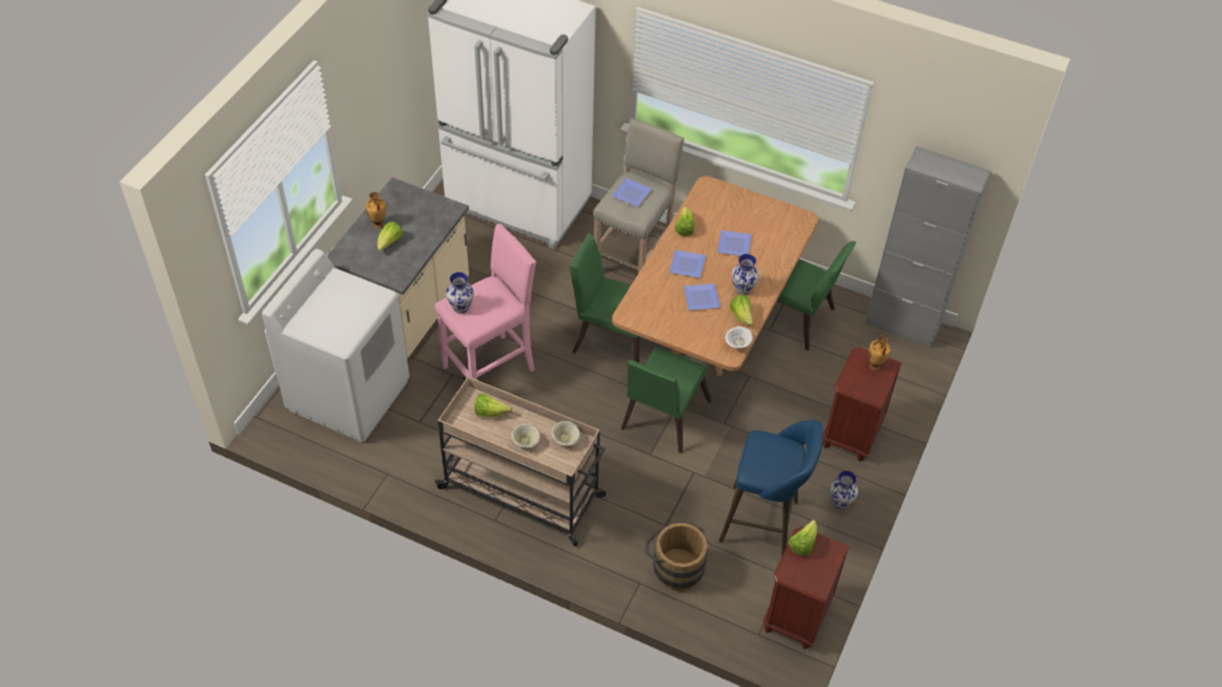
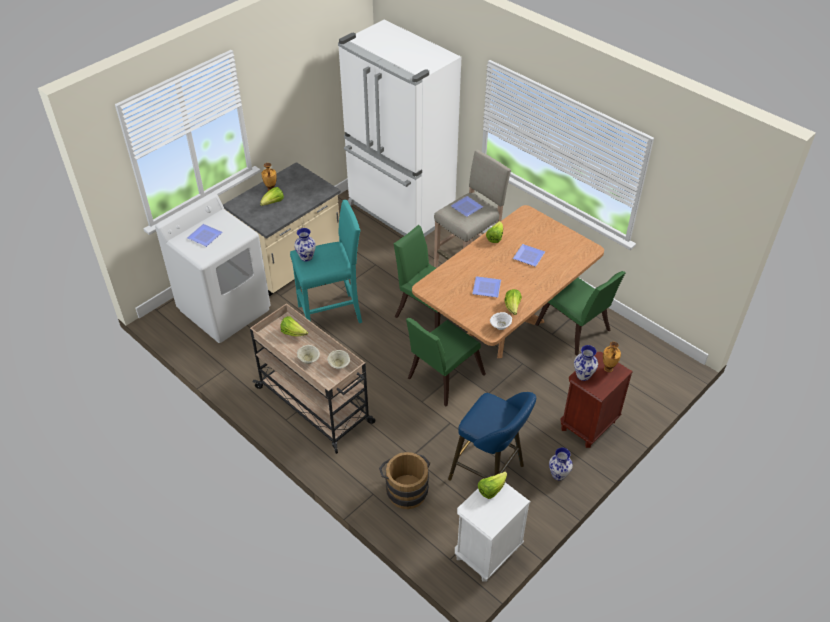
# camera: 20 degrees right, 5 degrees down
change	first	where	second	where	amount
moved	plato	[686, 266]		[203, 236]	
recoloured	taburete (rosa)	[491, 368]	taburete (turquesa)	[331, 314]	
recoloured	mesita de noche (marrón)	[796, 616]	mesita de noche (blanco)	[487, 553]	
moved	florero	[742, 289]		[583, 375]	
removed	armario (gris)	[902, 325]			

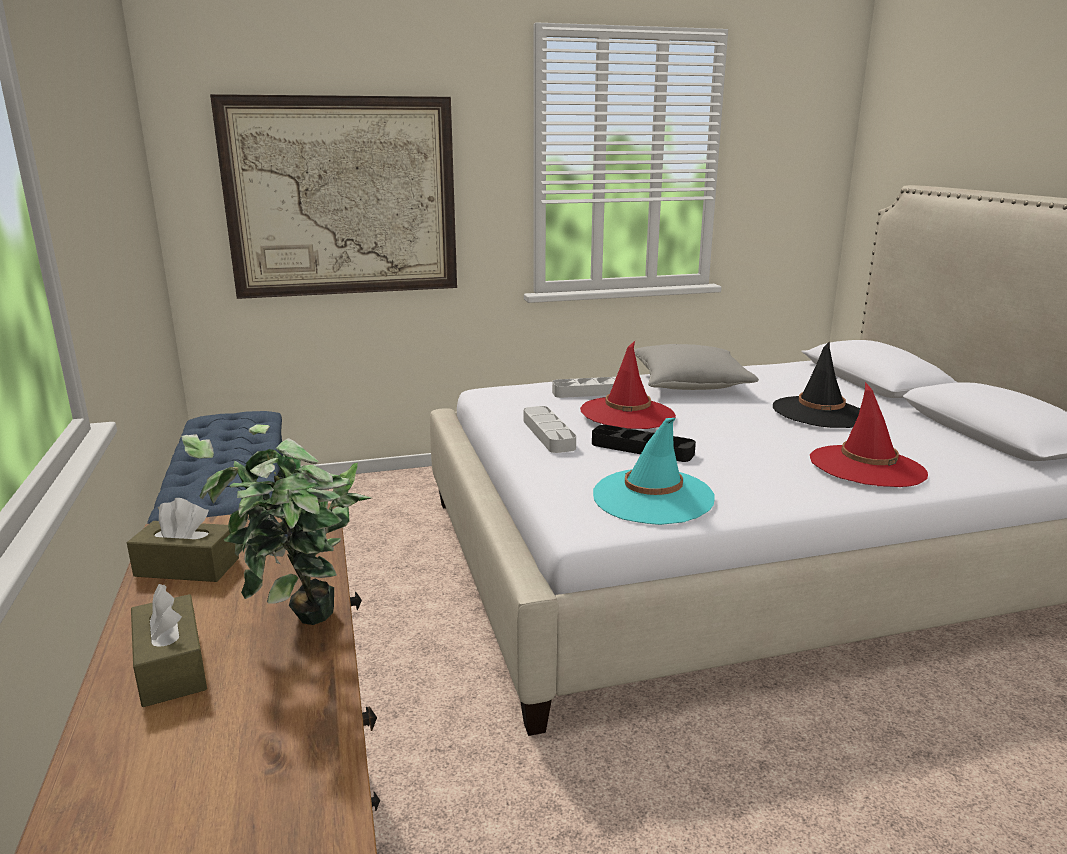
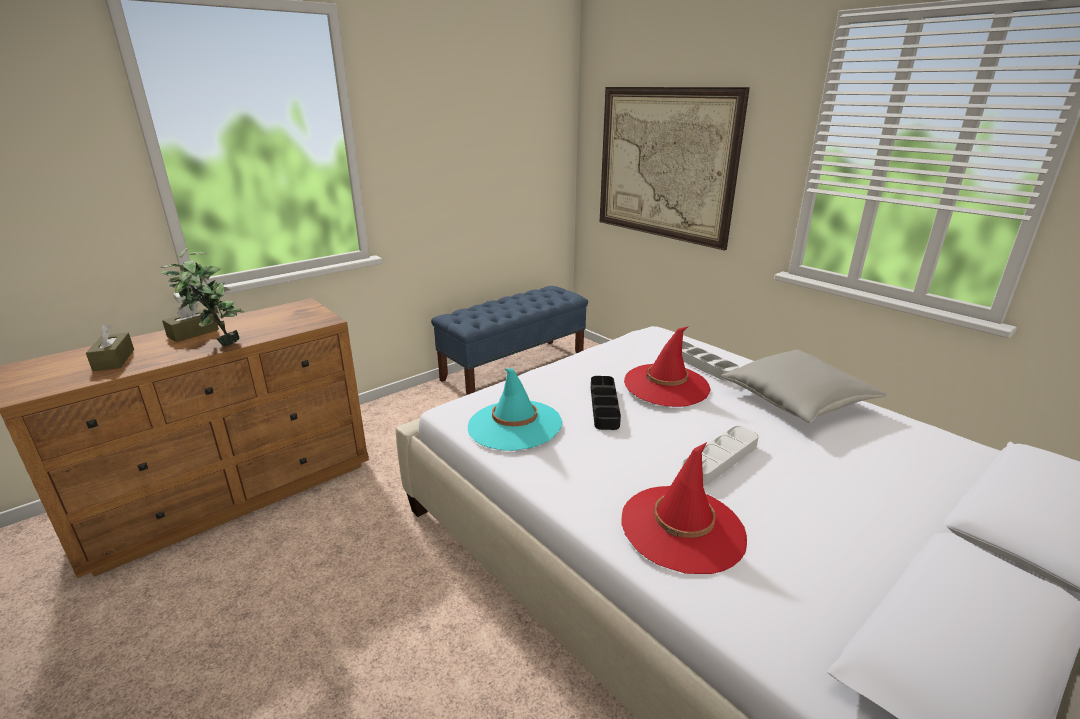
# camera: 65 degrees right, 5 degrees up
change	first	where	second	where	amount
moved	caja de pañuelos (marrón)	[187, 567]		[114, 360]	
moved	bandeja (gris)	[548, 434]		[720, 459]	
removed	sombrero (negro)	[820, 413]			

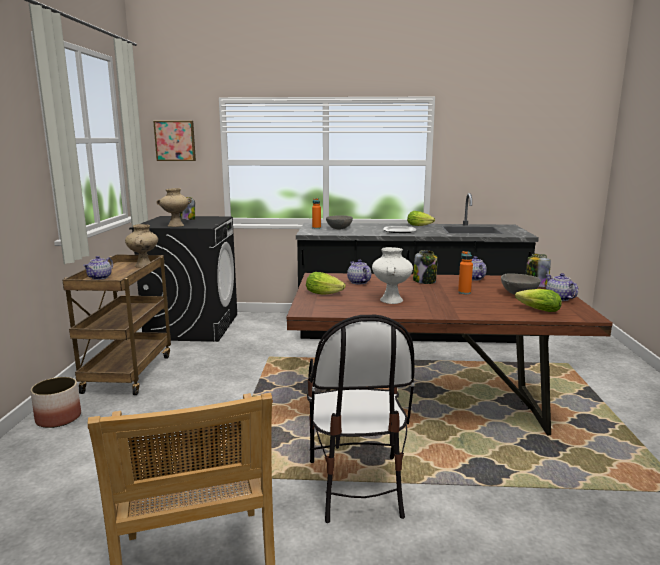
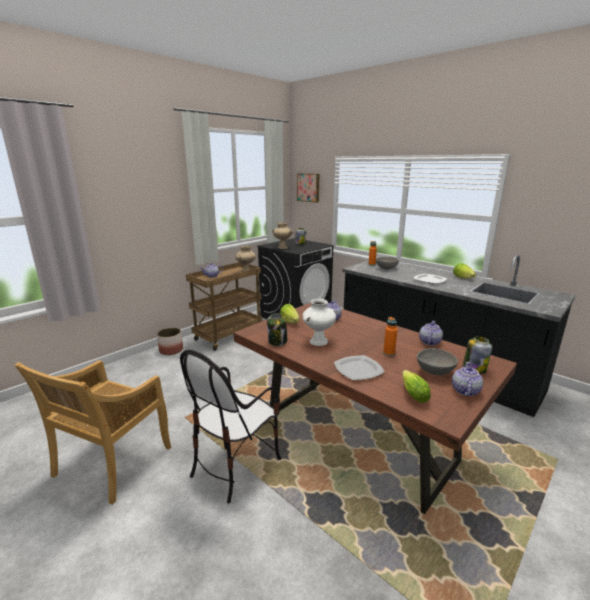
# camera: 40 degrees right, 5 degrees up
change	first	where	second	where	amount
moved	tarro	[424, 281]		[277, 341]	
added			plato	[359, 369]	

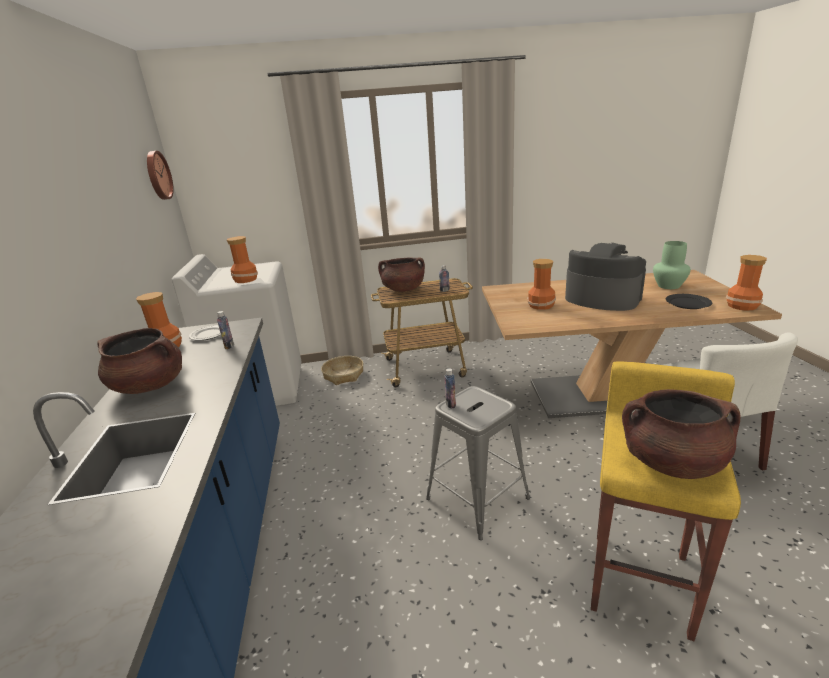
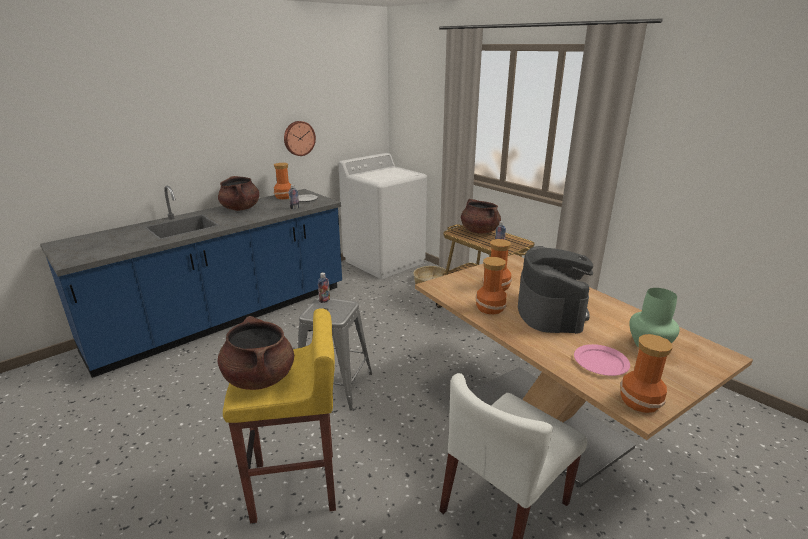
# camera: 55 degrees right, 0 degrees up
change	first	where	second	where	amount
moved	reloj de pared	[157, 175]		[298, 138]	
moved	florero	[245, 280]		[489, 308]	
recoloured	plato (negro)	[688, 303]	plato (rosa)	[601, 362]	

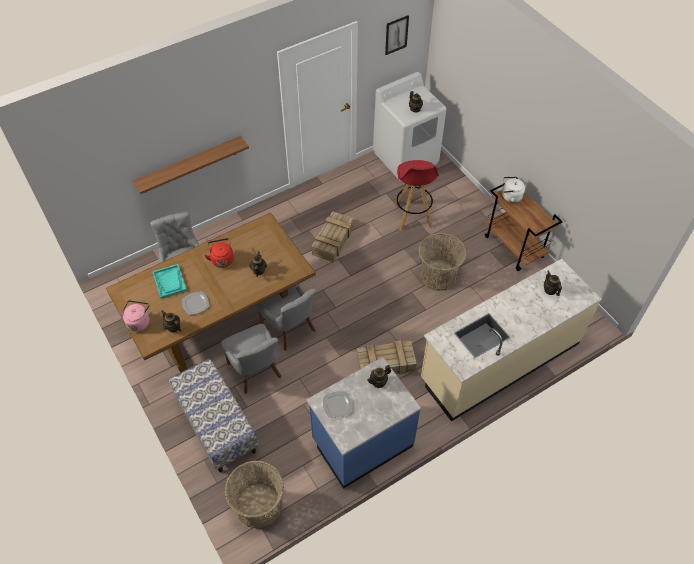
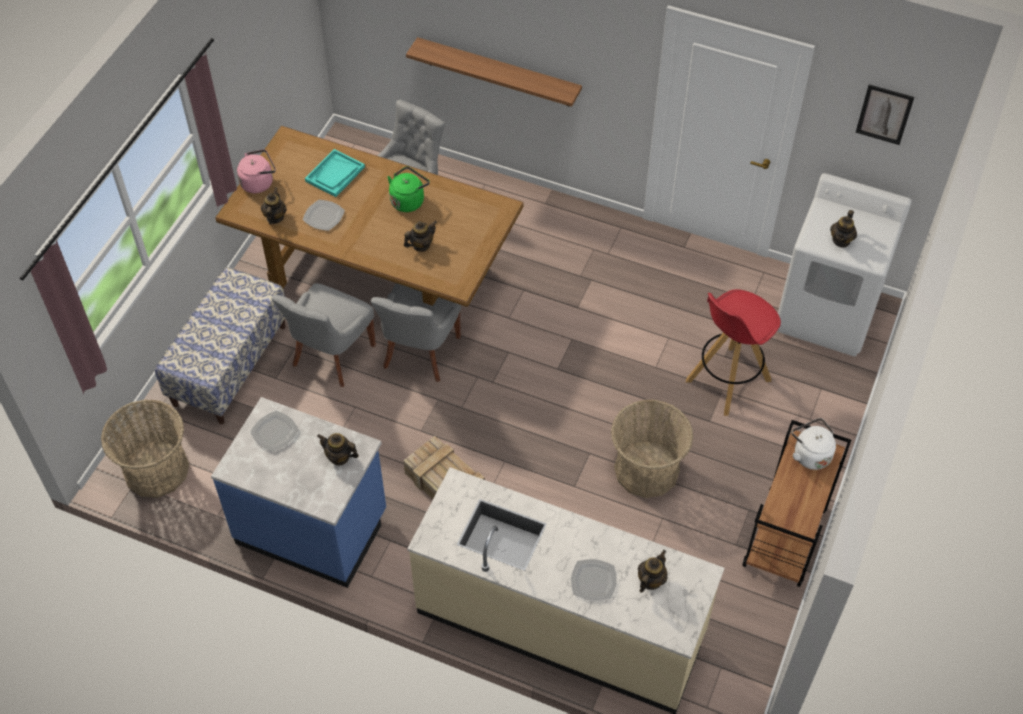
# camera: 55 degrees right, 0 degrees up
change	first	where	second	where	amount
recoloured	hervidor (rojo)	[222, 259]	hervidor (verde)	[408, 200]	
added			plato	[594, 580]	
removed	caja de embalaje	[333, 240]			

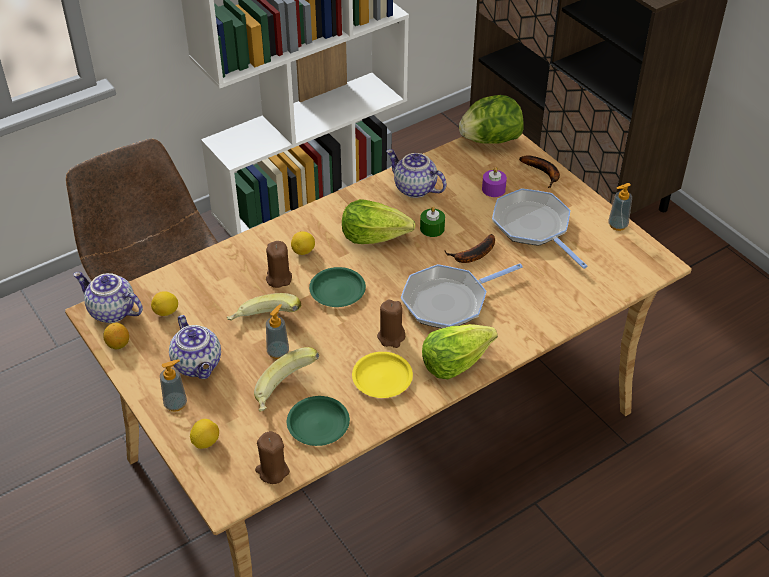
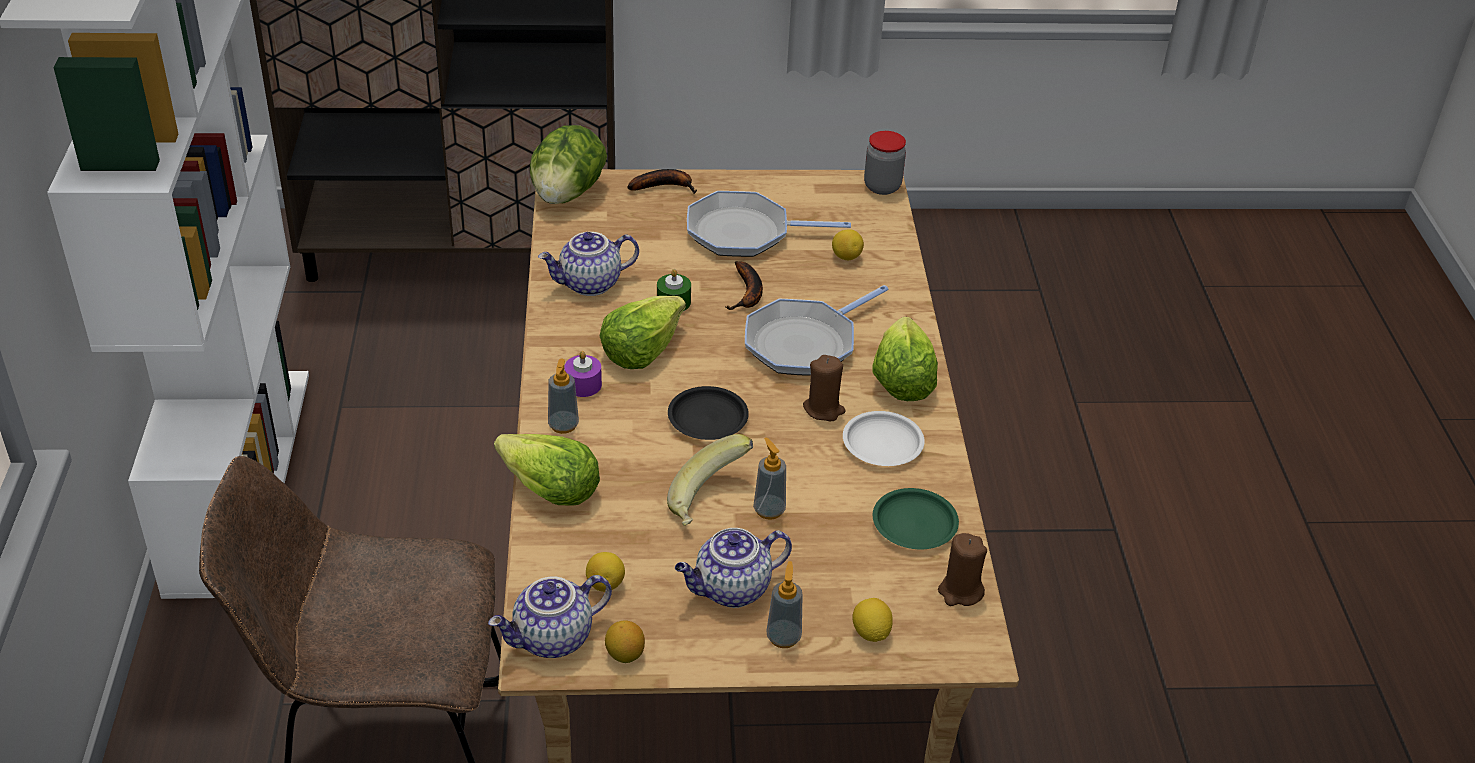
# camera: 60 degrees left, 5 degrees down
change	first	where	second	where	amount
added			lechuga	[548, 490]	
moved	dispensador de jabón	[617, 225]		[563, 425]	
moved	vela (morado)	[493, 189]		[583, 385]	
recoloured	plato (verde)	[337, 290]	plato (negro)	[707, 419]	
turned	tetera	[198, 365]		[731, 590]	150 degrees clockwise
turned	sartén	[448, 301]		[804, 343]	45 degrees clockwise
moved	limón	[303, 251]		[846, 257]	
recoloured	plato (amarillo)	[382, 378]	plato (blanco)	[882, 443]	
added			tarro	[882, 186]	
removed	plátano	[286, 393]			
removed	vela (marrón)	[278, 278]			

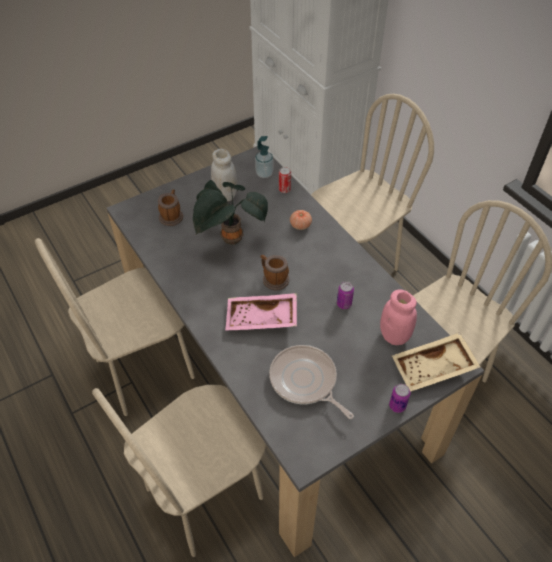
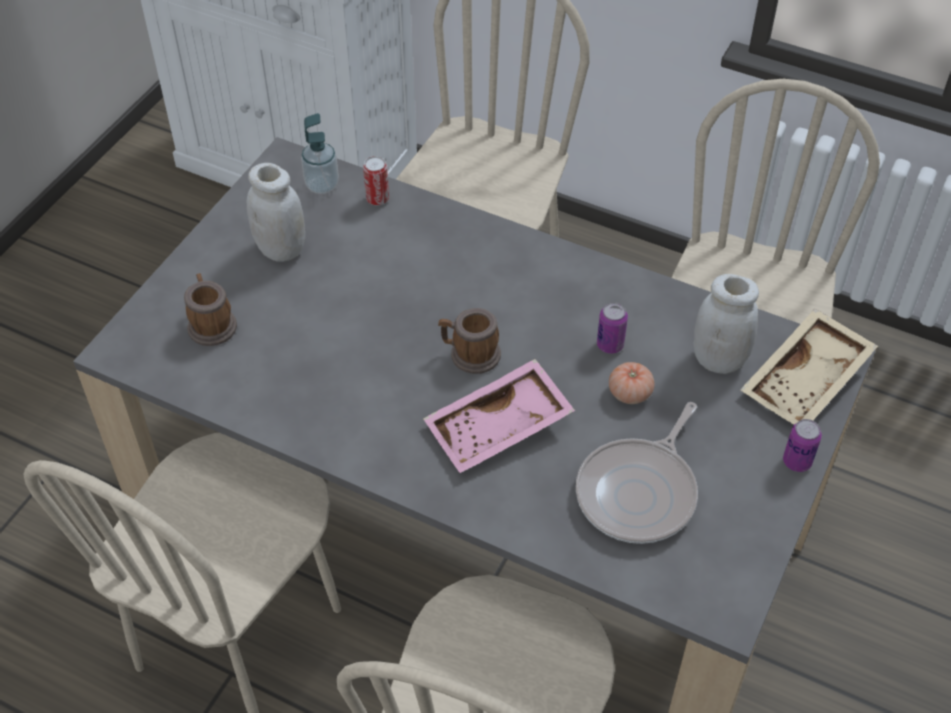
# camera: 30 degrees left, 0 degrees up
change	first	where	second	where	amount
turned	sartén	[305, 381]		[640, 492]	75 degrees counterclockwise
moved	tomate	[300, 225]		[630, 393]	
recoloured	tarro (rosa)	[394, 336]	tarro (blanco)	[719, 359]	
removed	planta en maceta	[230, 240]			

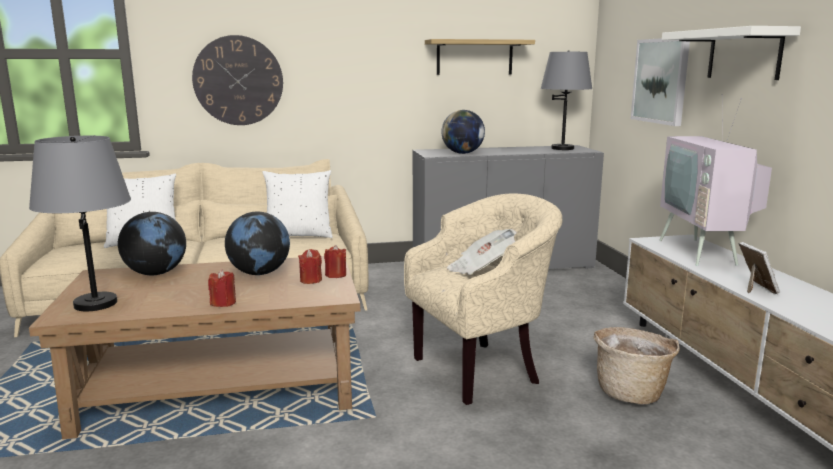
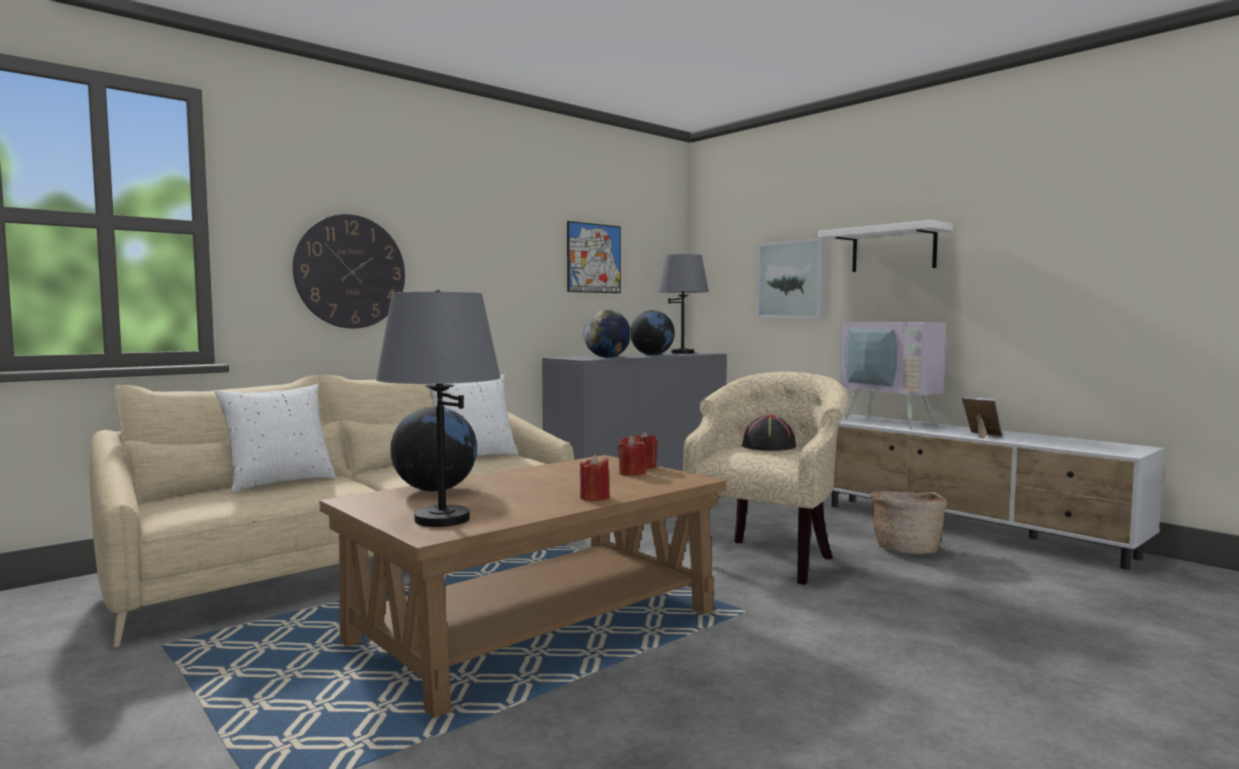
# camera: 30 degrees left, 10 degrees down
change	first	where	second	where	amount
replaced	estante	[474, 57]	cuadro	[594, 258]	
moved	globo terráqueo	[259, 273]		[652, 355]	
replaced	periódico	[481, 269]	sombrero (negro)	[768, 447]	

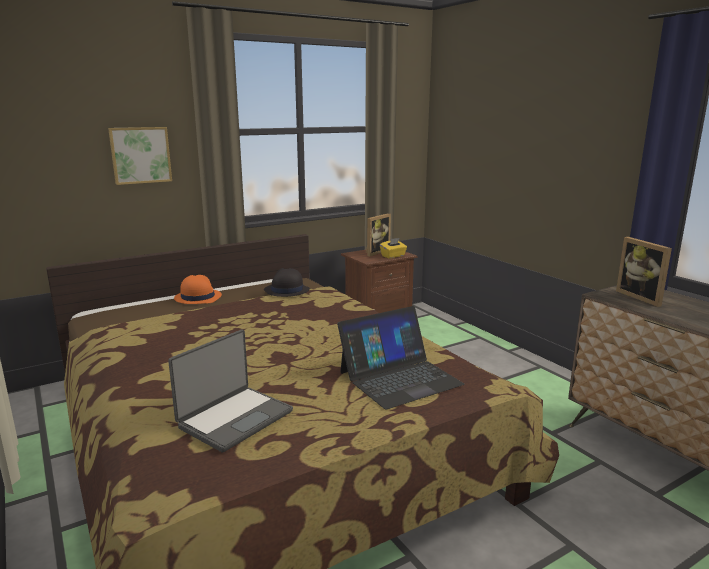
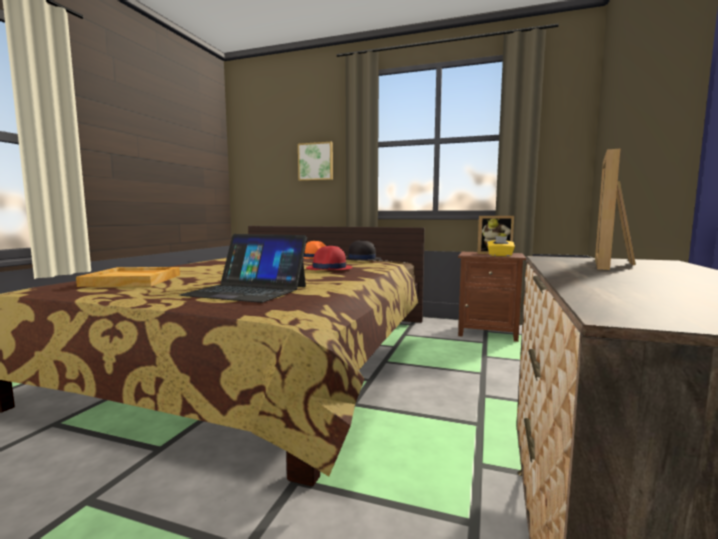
# camera: 50 degrees right, 10 degrees down
change	first	where	second	where	amount
replaced	portátil	[234, 418]	bandeja (beis)	[134, 280]	
added			sombrero (rojo)	[329, 269]	

